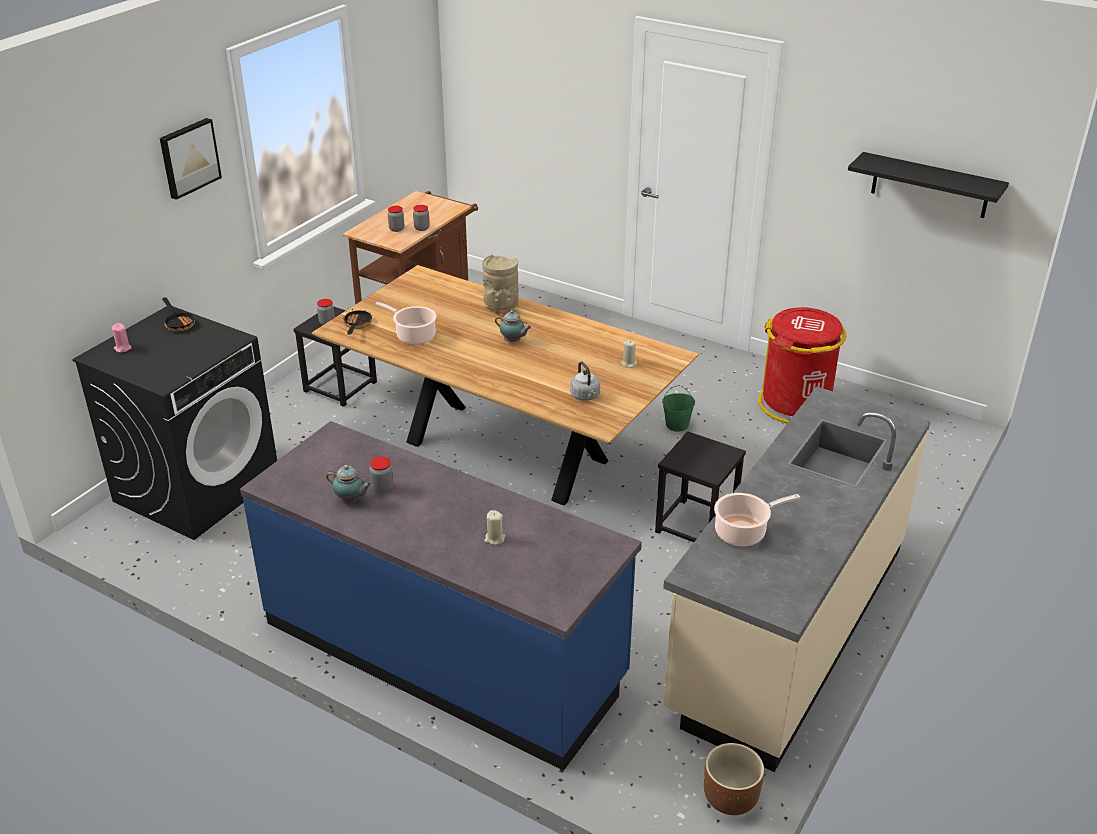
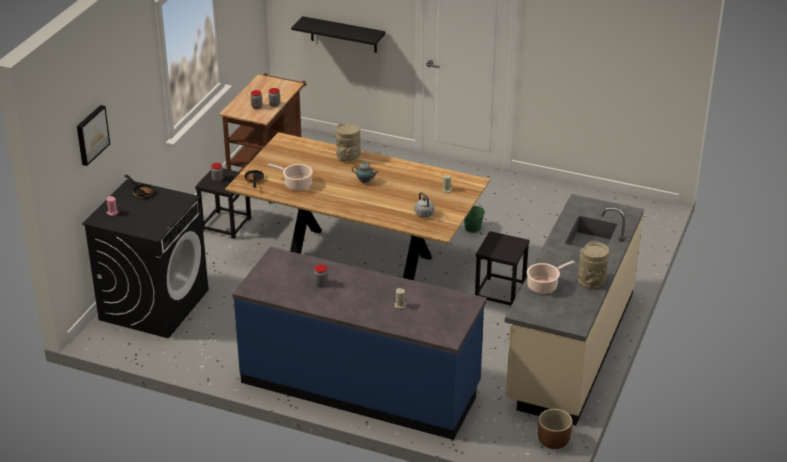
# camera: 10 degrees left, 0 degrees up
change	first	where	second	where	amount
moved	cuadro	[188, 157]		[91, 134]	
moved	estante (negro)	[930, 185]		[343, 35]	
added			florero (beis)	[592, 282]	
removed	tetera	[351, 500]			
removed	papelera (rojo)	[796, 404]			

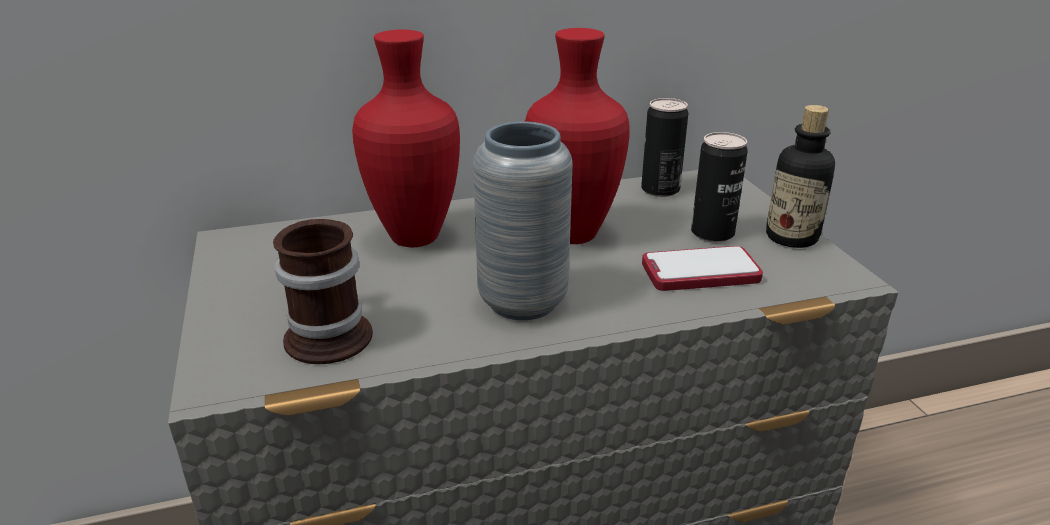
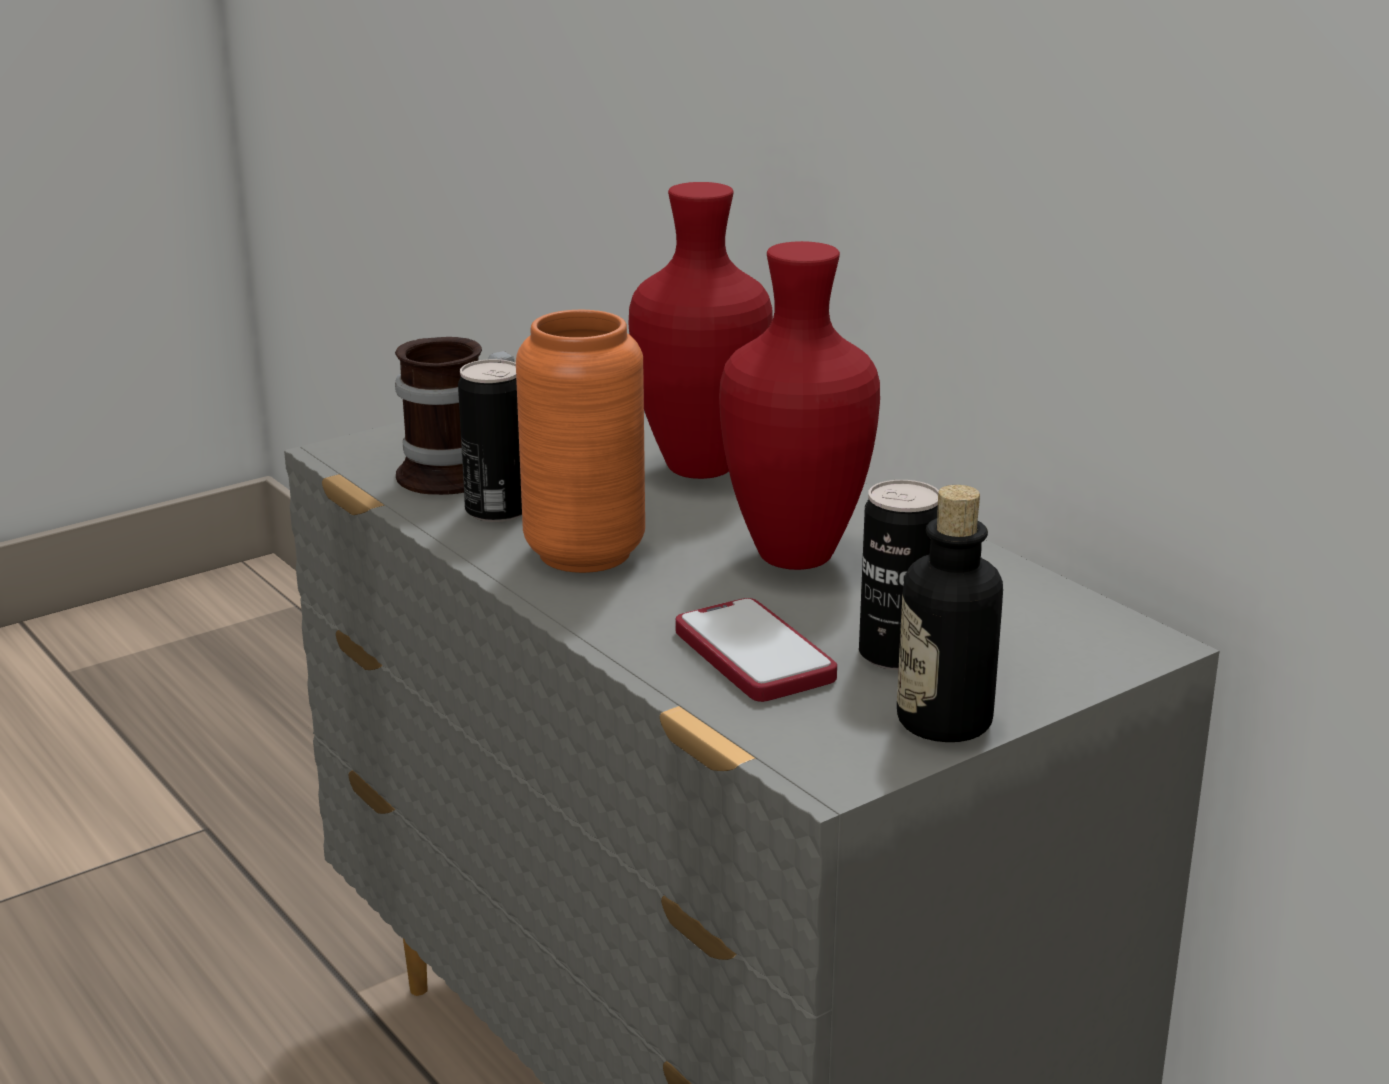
# camera: 70 degrees right, 5 degrees down
change	first	where	second	where	amount
moved	lata	[660, 190]		[497, 510]	
recoloured	florero (gris)	[523, 302]	florero (naranja)	[584, 553]	

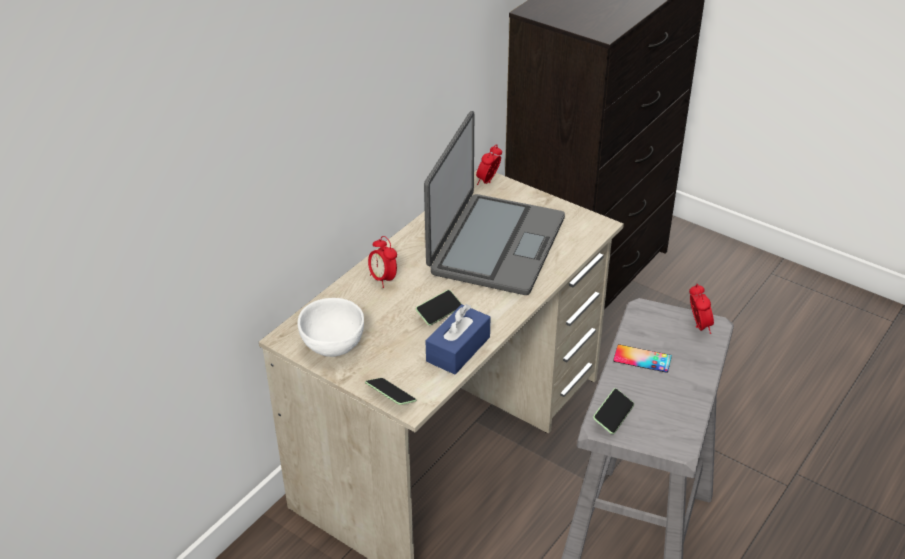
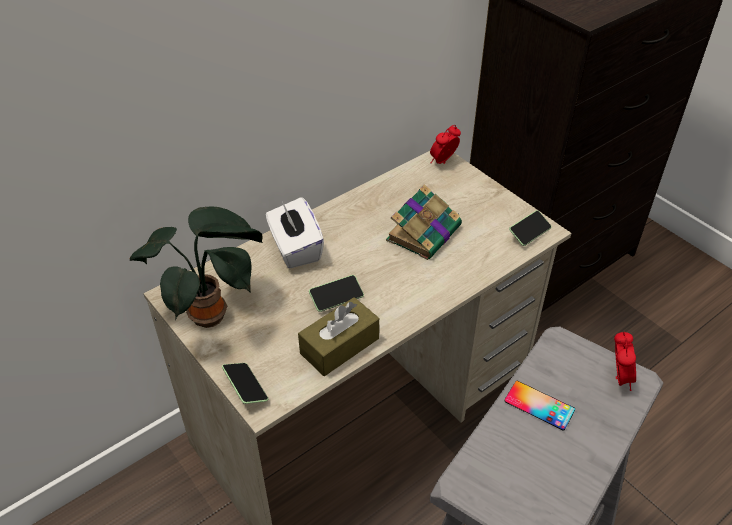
# camera: 15 degrees right, 5 degrees up
change	first	where	second	where	amount
replaced	cuenco (blanco)	[332, 346]	planta en maceta	[212, 314]	
replaced	despertador	[383, 279]	caja de pañuelos (blanco)	[295, 248]	
recoloured	caja de pañuelos (azul)	[458, 349]	caja de pañuelos (marrón)	[339, 346]	
replaced	portátil	[495, 245]	libro	[424, 232]	
moved	móvil	[613, 416]		[529, 233]	

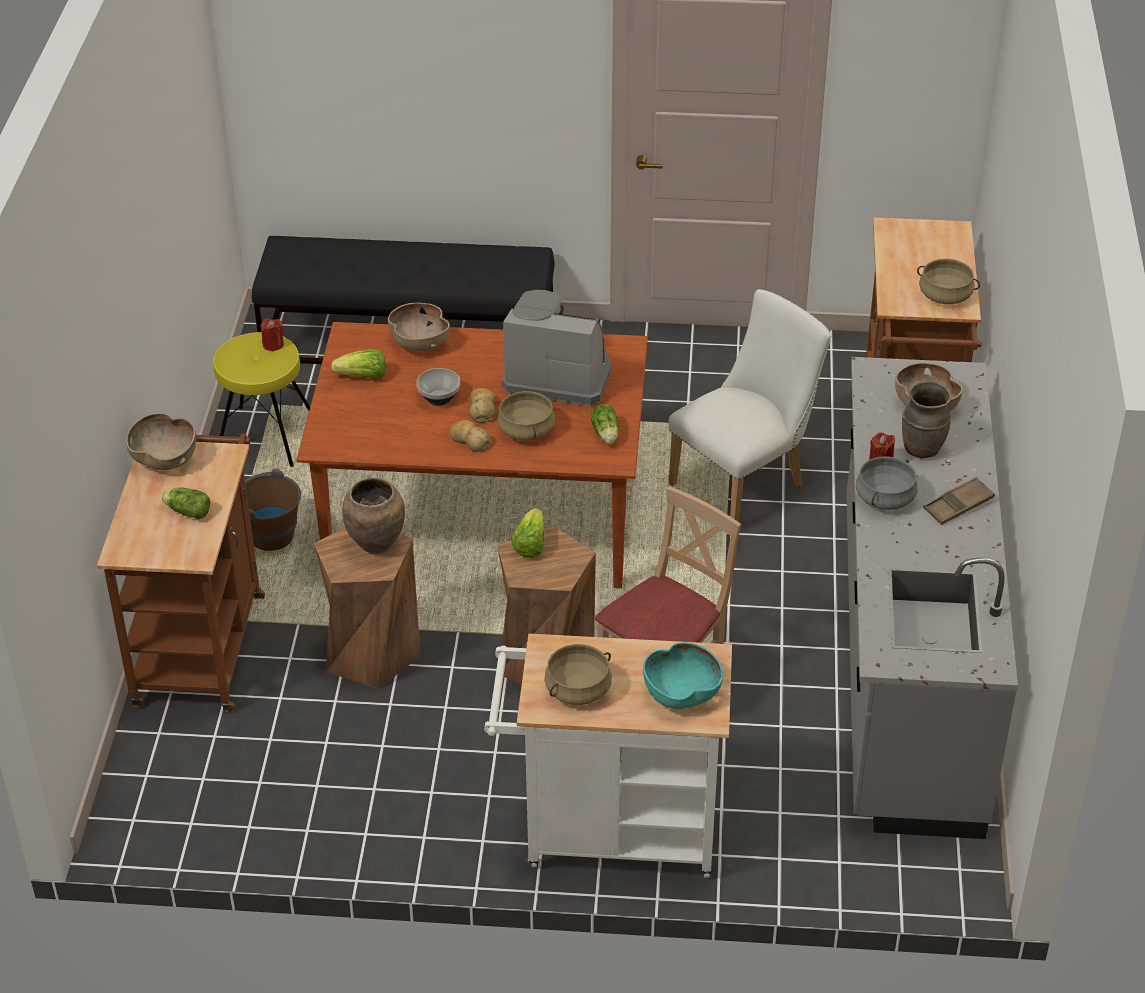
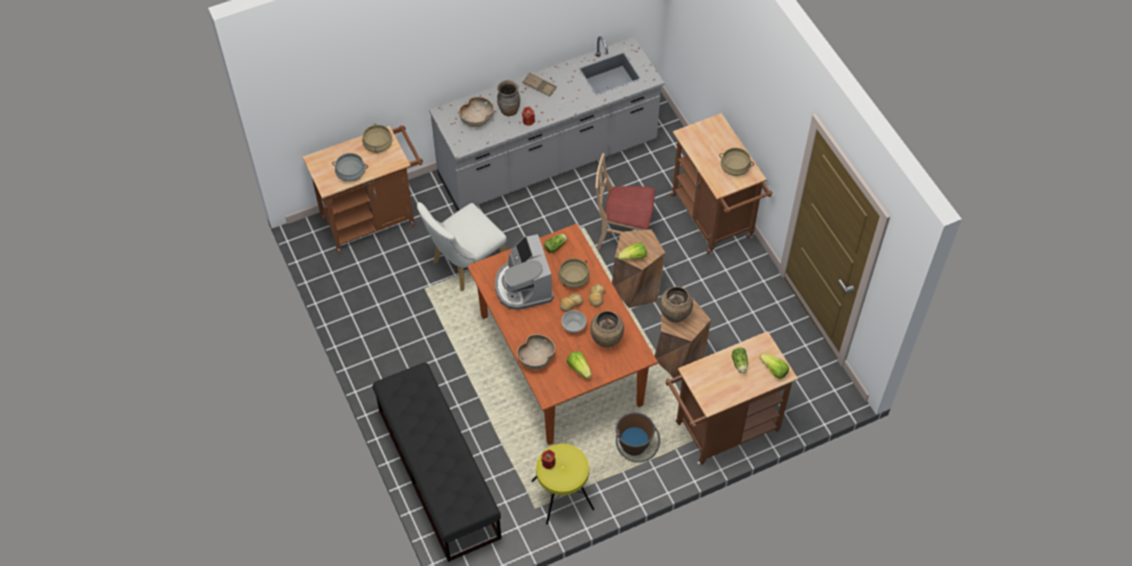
# camera: 120 degrees left, 15 degrees up
change	first	where	second	where	amount
moved	olla (gris)	[885, 498]		[351, 173]	
turned	silla (blanco)	[745, 482]		[464, 265]	60 degrees counterclockwise
added			florero (marrón)	[606, 341]	
recoloured	carrito (blanco)	[608, 832]	carrito (marrón)	[714, 220]	
added			lechuga	[774, 370]	
removed	cuenco (marrón)	[165, 459]			
removed	cuenco (turquesa)	[681, 693]			

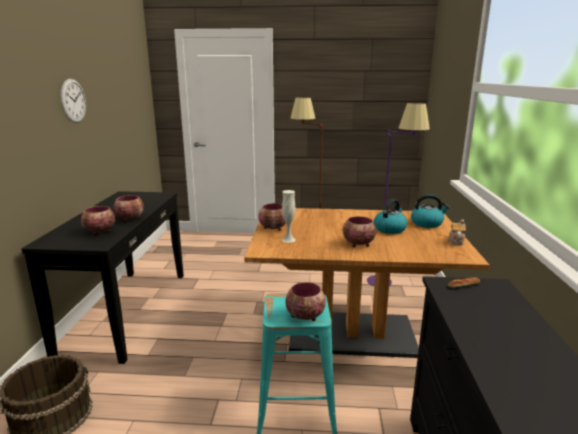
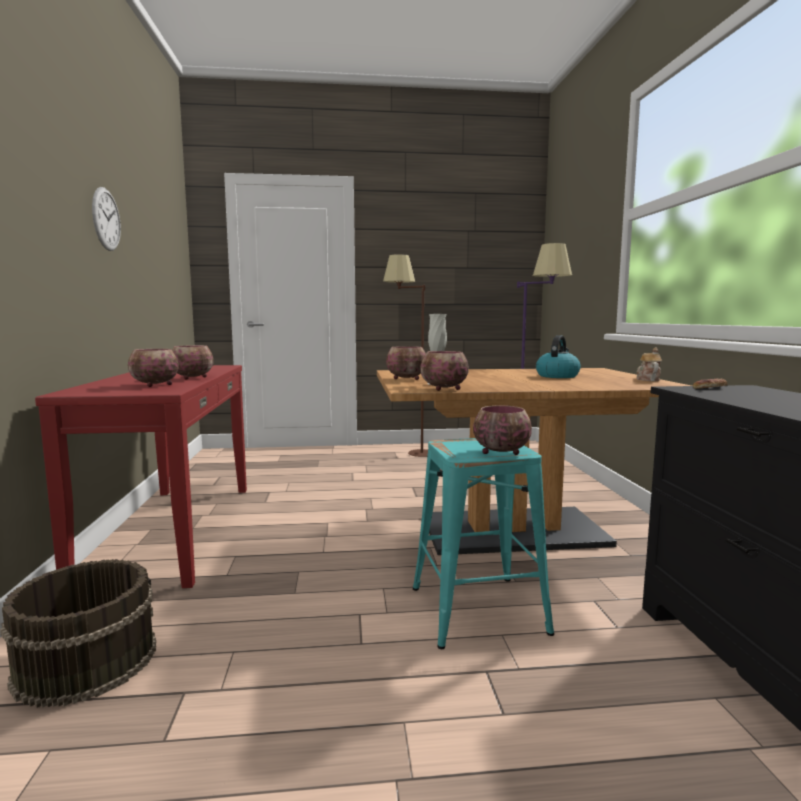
# camera: 10 degrees left, 10 degrees down
change	first	where	second	where	amount
recoloured	mesa consola (negro)	[126, 311]	mesa consola (rojo)	[173, 530]	
moved	cuenco	[358, 244]		[443, 389]	
removed	hervidor	[427, 223]			

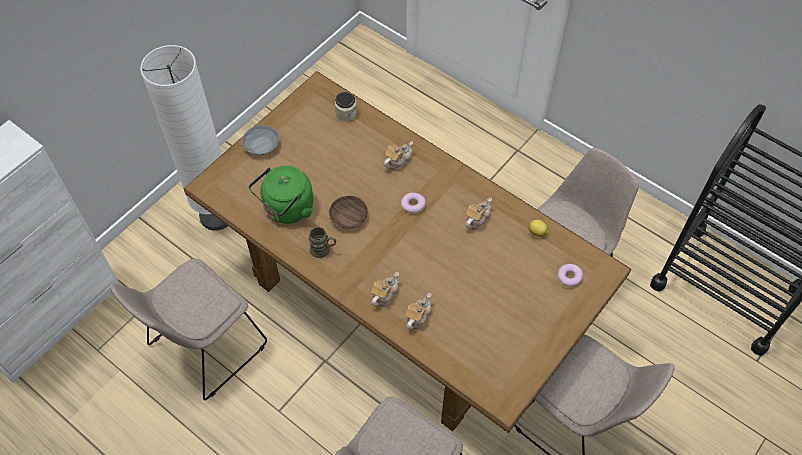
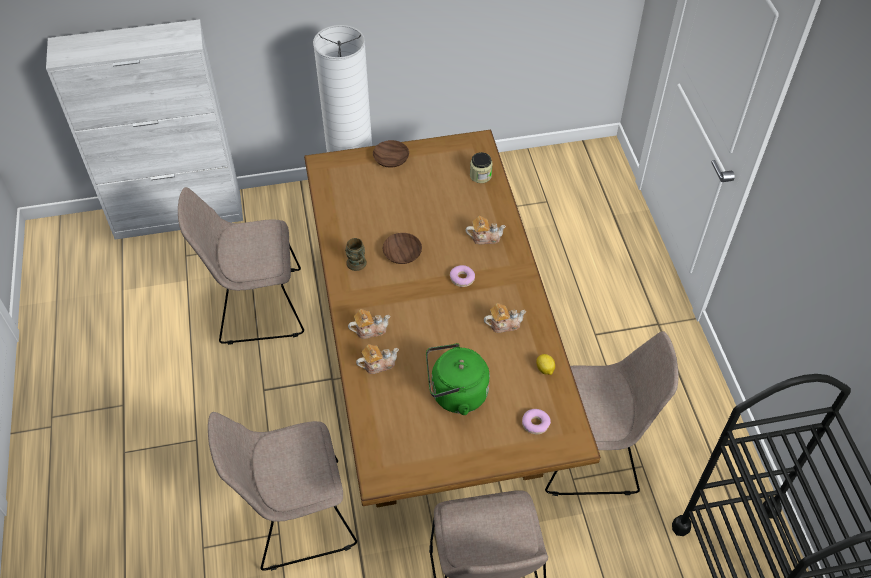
# camera: 40 degrees right, 5 degrees down
change	first	where	second	where	amount
recoloured	cuenco (gris)	[262, 145]	cuenco (marrón)	[392, 159]	
moved	hervidor (verde)	[287, 209]		[455, 394]	

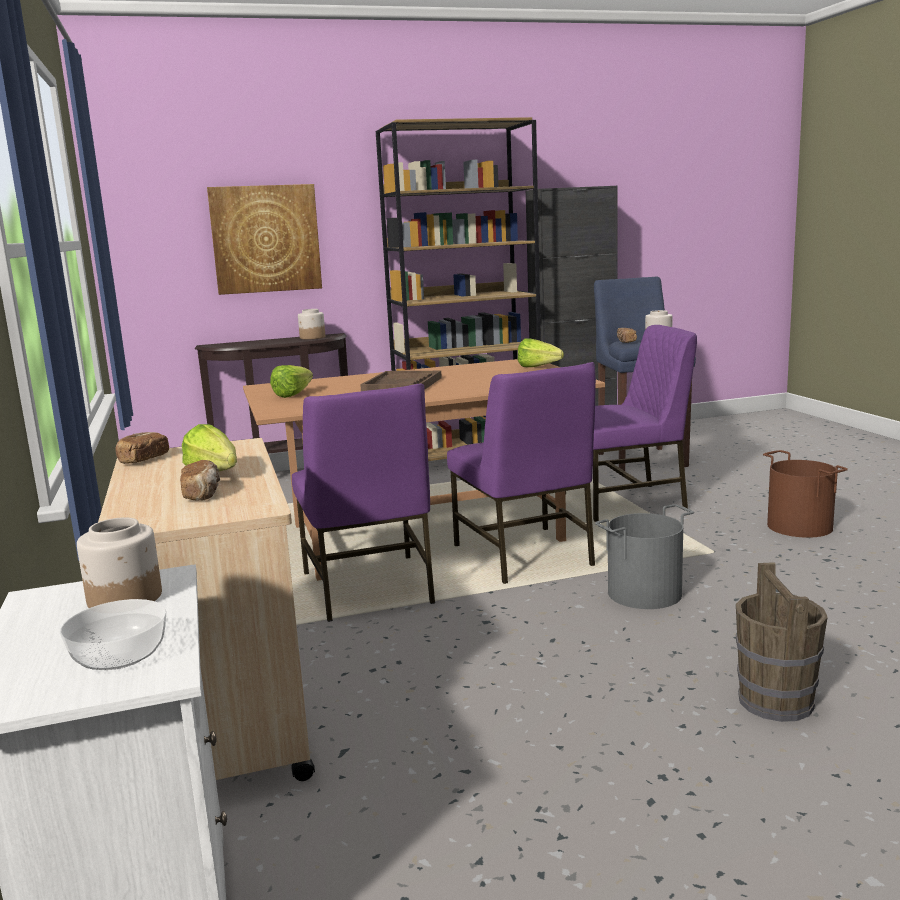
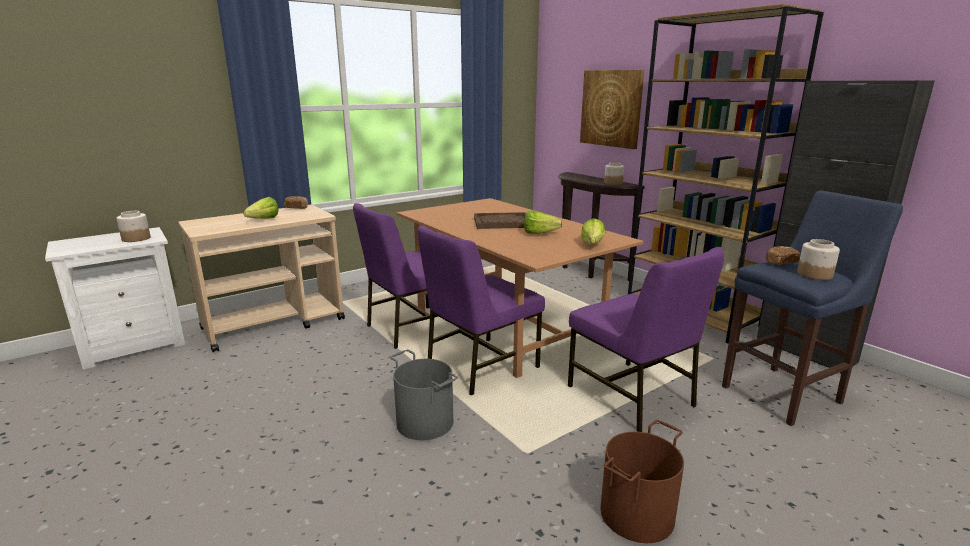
# camera: 70 degrees right, 5 degrees up
change	first	where	second	where	amount
moved	lechuga	[296, 394]		[542, 234]	
removed	cuenco	[119, 656]			
removed	pan	[202, 494]			
removed	cubo (marrón)	[775, 702]			

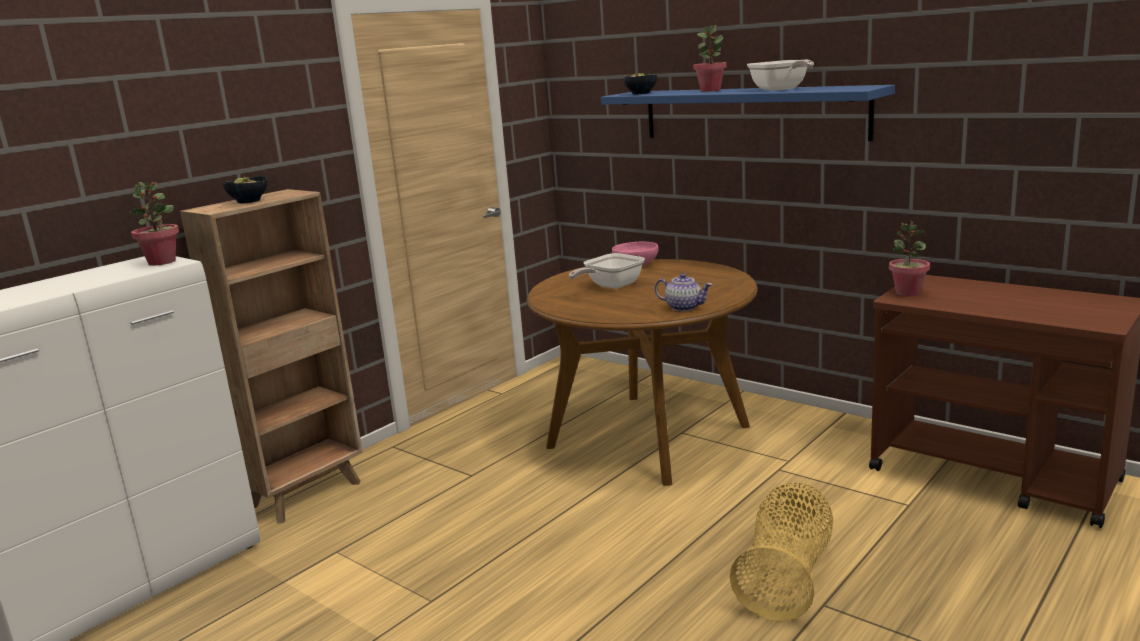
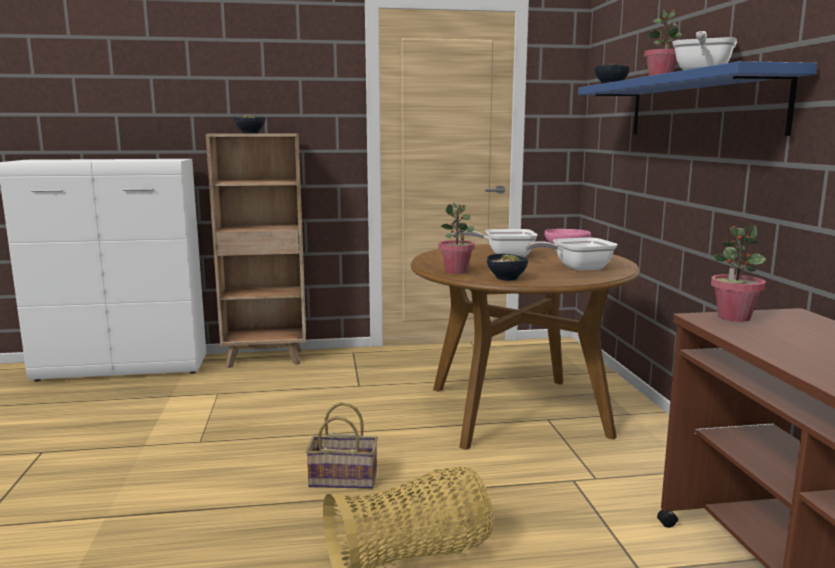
# camera: 40 degrees right, 5 degrees down
change	first	where	second	where	amount
added			cesta	[345, 478]	
moved	planta en maceta	[162, 262]		[456, 271]	
replaced	tetera	[684, 307]	cuenco	[507, 278]	
added			sartén	[576, 268]	

